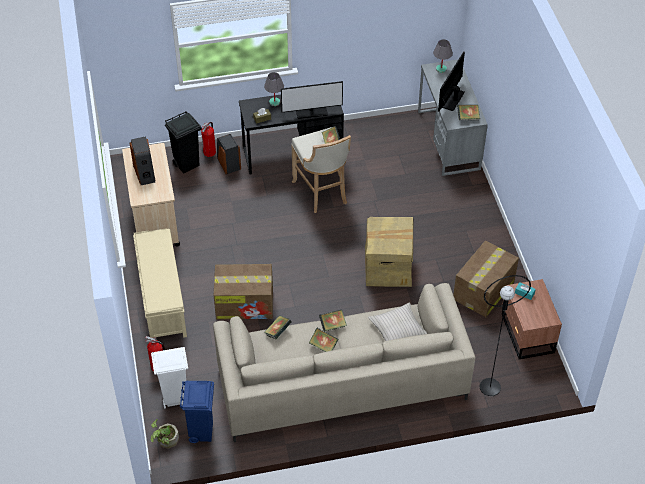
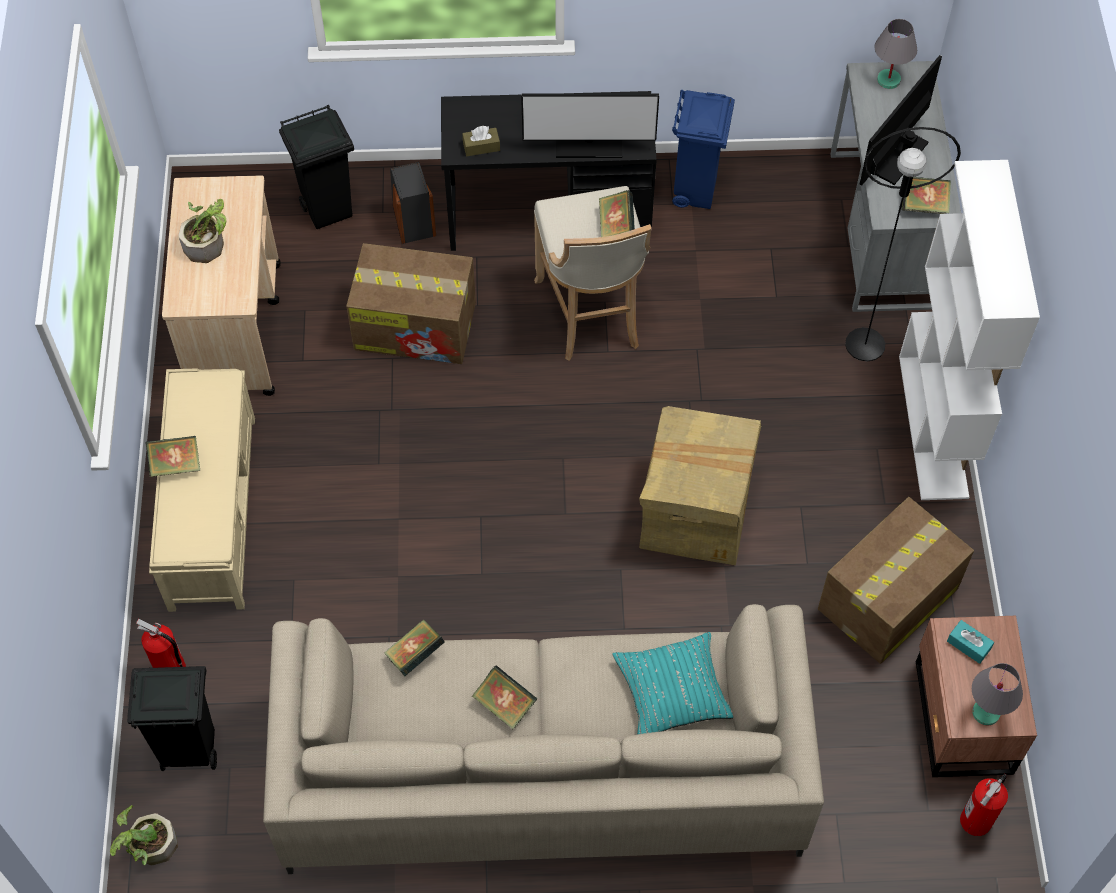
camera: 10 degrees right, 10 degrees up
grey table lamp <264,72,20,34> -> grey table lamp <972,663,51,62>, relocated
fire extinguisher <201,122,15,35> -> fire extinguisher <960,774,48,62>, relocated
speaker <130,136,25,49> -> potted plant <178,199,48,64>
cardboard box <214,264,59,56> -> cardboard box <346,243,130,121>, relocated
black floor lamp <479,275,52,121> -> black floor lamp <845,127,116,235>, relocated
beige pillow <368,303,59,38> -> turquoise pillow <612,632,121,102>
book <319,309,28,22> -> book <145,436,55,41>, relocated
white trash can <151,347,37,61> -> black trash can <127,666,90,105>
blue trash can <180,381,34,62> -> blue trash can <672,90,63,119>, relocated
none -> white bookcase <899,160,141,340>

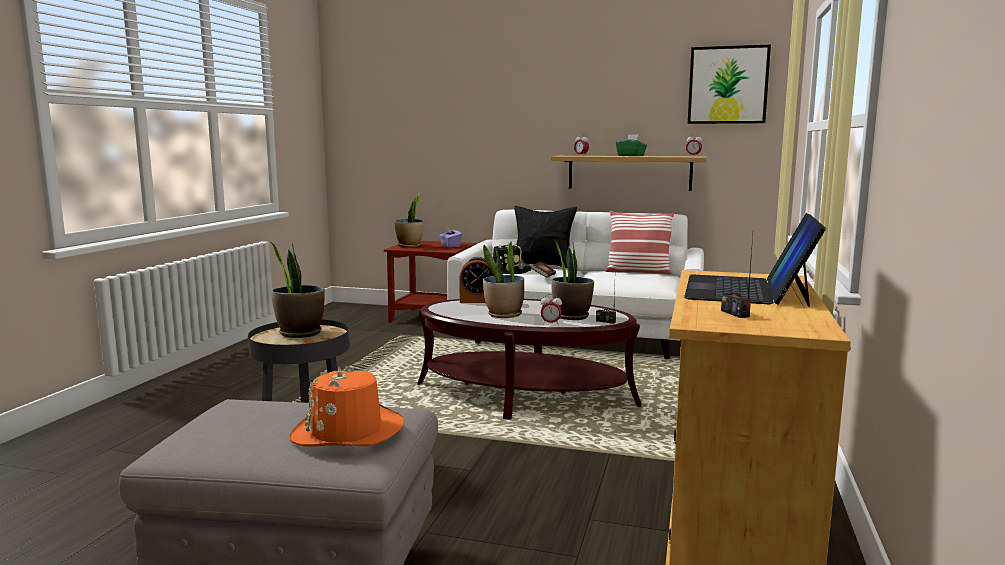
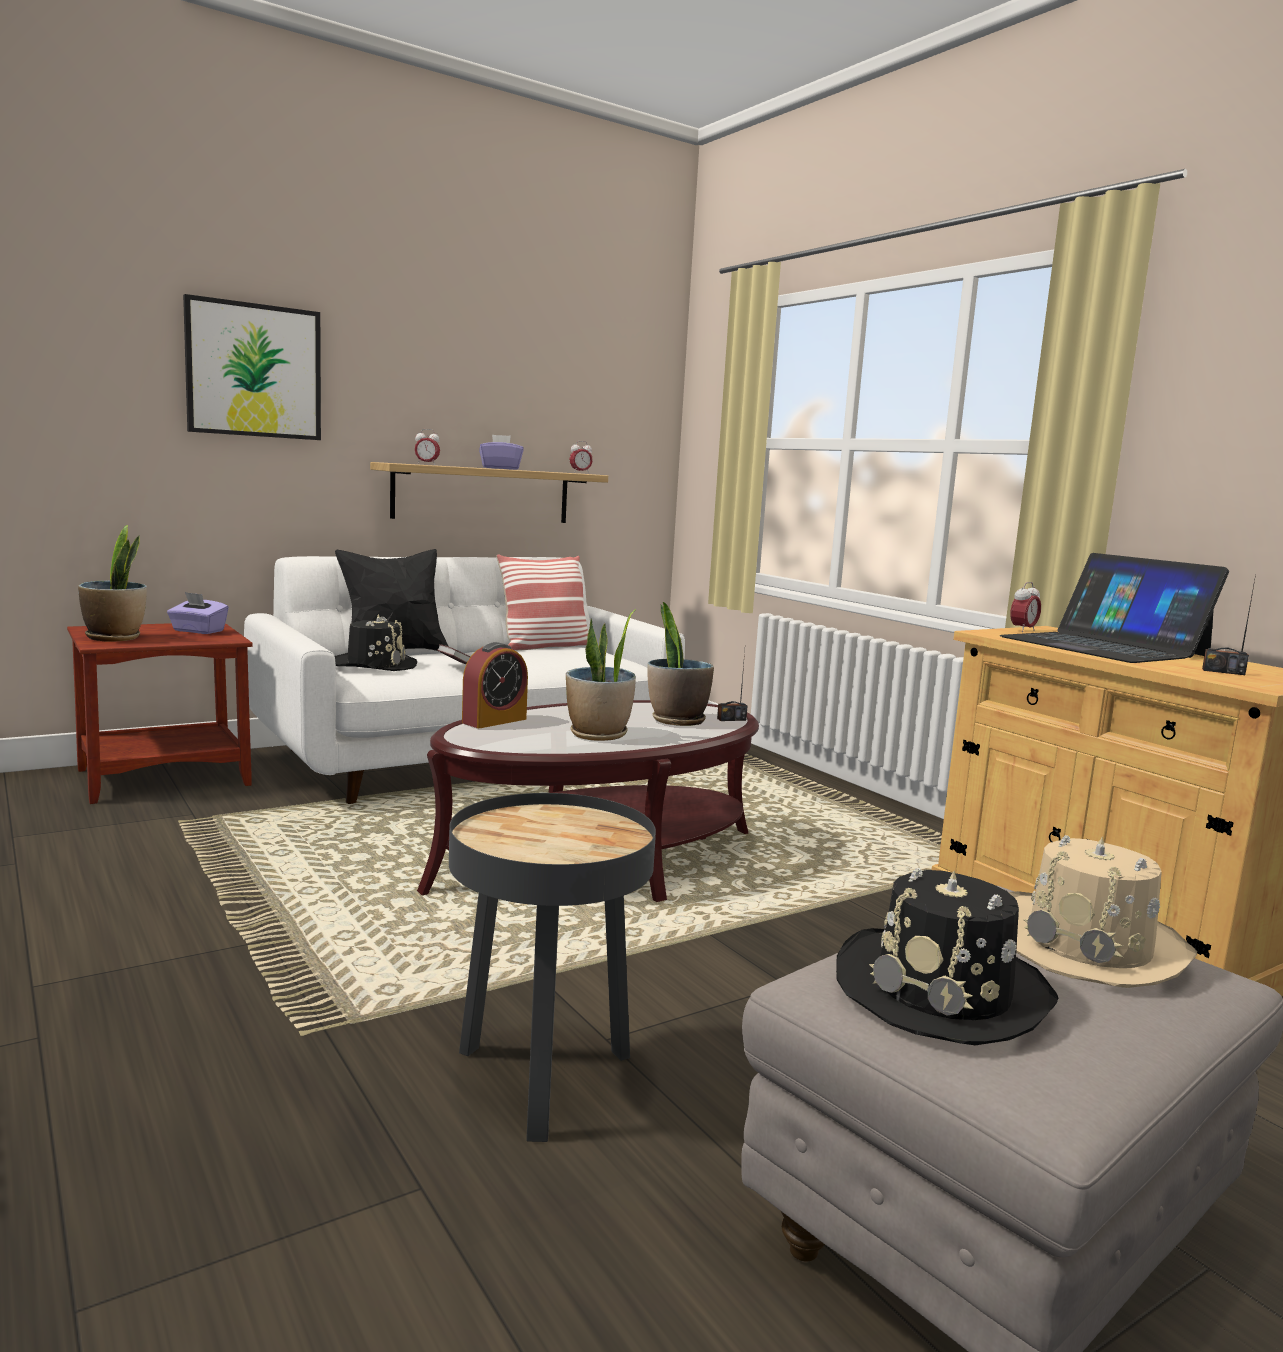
camera: 50 degrees left, 0 degrees up
picture <688,45,83,79> -> picture <183,294,138,146>, relocated
green tissue box <616,134,31,22> -> purple tissue box <479,435,45,35>
potted plant <270,242,55,96> -> none
alarm clock <540,294,22,31> -> alarm clock <1010,582,31,50>, relocated
orange hat <290,366,113,81> -> beige hat <1009,835,188,153>
none -> black hat <836,868,222,177>

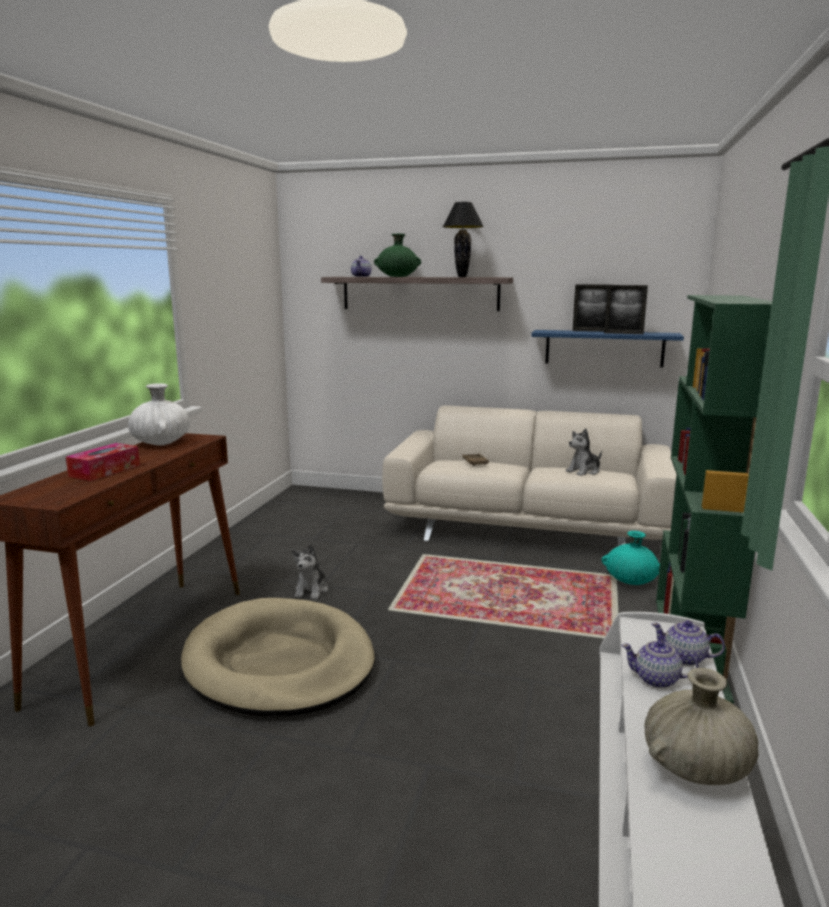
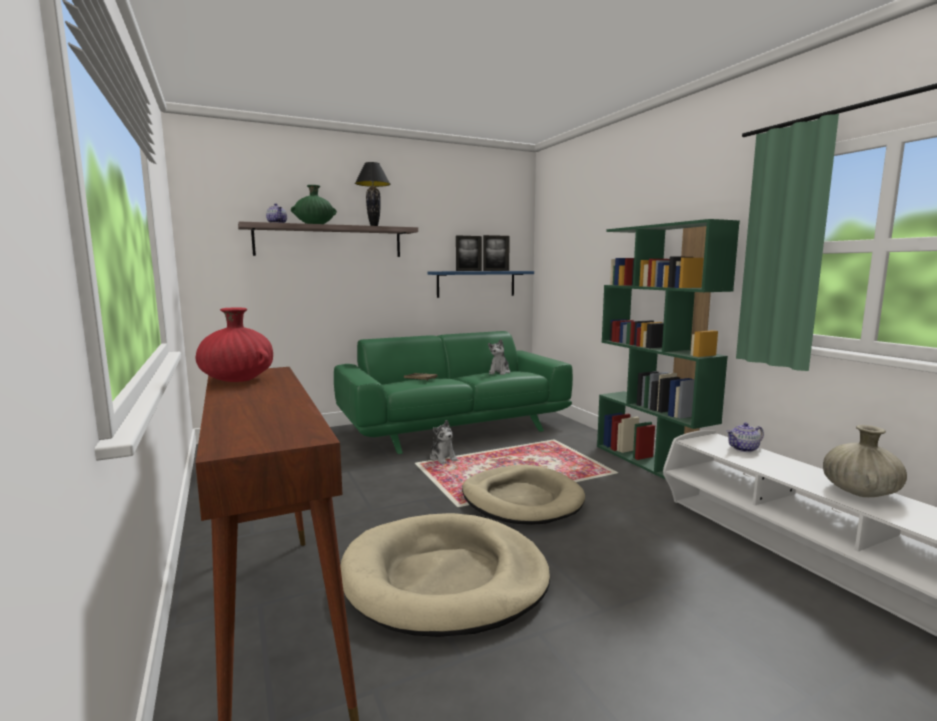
camera: 40 degrees left, 5 degrees down
white vase <128,383,62,62> -> red vase <195,308,78,74>
beige sofa <382,405,295,142> -> green sofa <334,331,239,123>
tissue box <66,443,74,38> -> none
turquoise vase <602,531,58,54> -> none
plush toy <292,544,36,55> -> plush toy <430,420,28,44>, relocated
teapot <621,640,77,48> -> none
none -> beige dog bed <462,465,123,60>

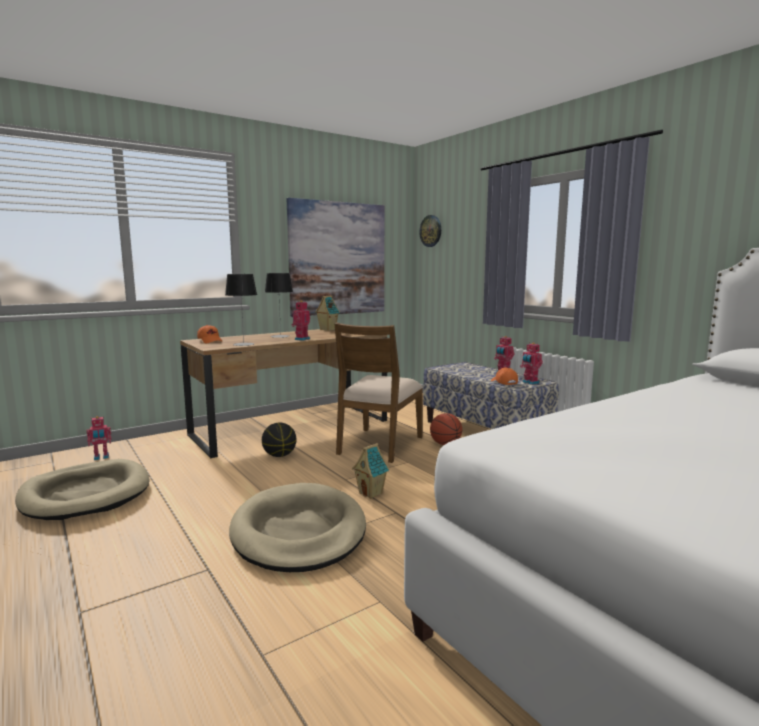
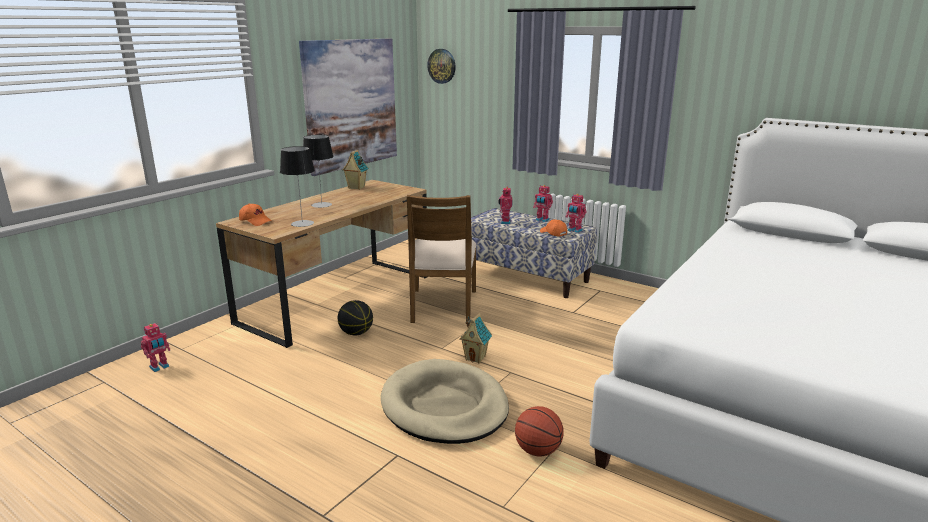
camera: 20 degrees left, 10 degrees up
toy robot <292,300,18,41> -> toy robot <498,187,15,37>, relocated
basketball <430,413,32,32> -> basketball <515,406,49,51>, relocated
beige dog bed <15,459,135,61> -> none

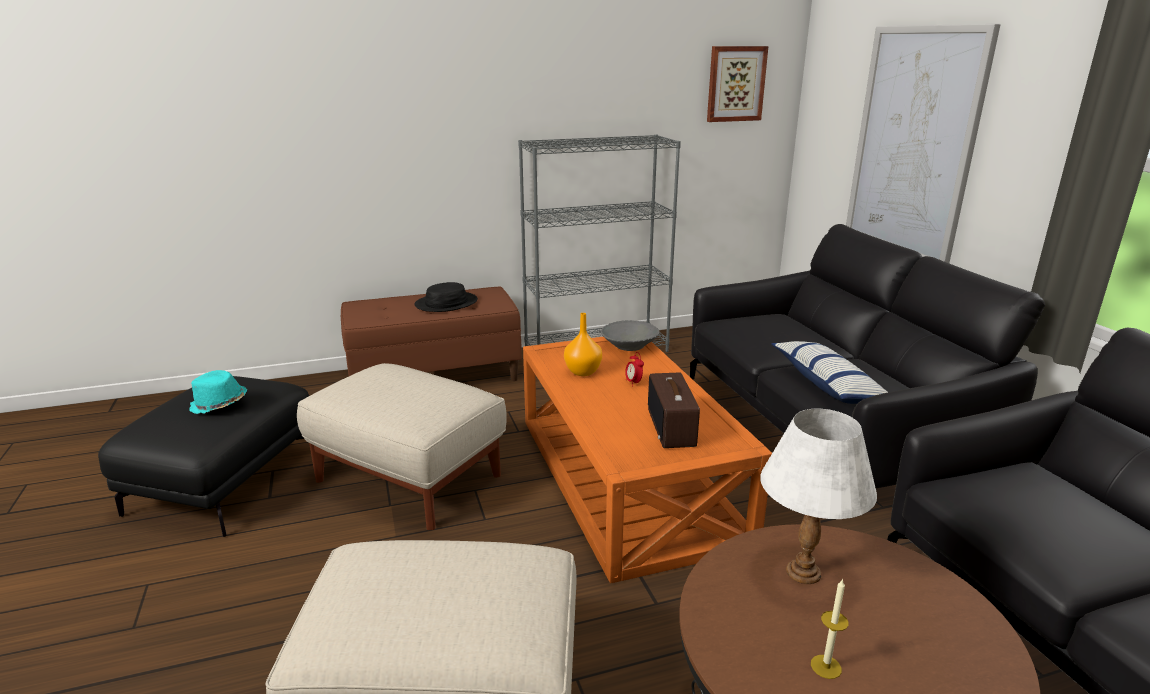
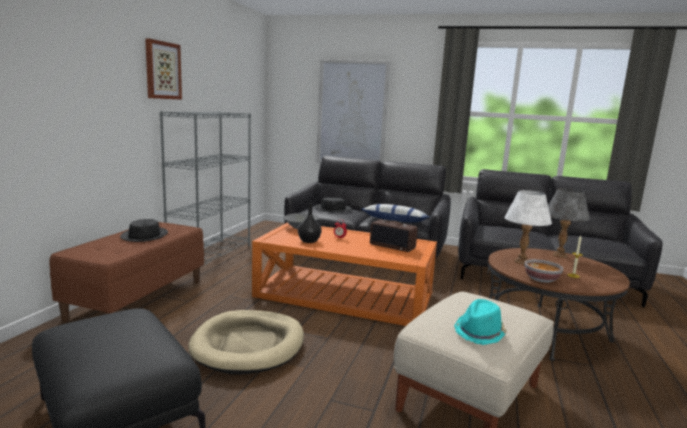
camera: 55 degrees left, 10 degrees down
picture <707,46,61,76> -> picture <145,38,37,62>, relocated
orange vase <564,313,38,63> -> black vase <298,203,24,40>
beige ottoman <297,363,210,167> -> beige dog bed <188,310,116,65>
turquoise hat <189,370,58,44> -> turquoise hat <454,299,53,46>, relocated
none -> grey table lamp <548,188,42,70>
none -> black hat <315,197,37,15>
none -> bowl <524,259,39,24>

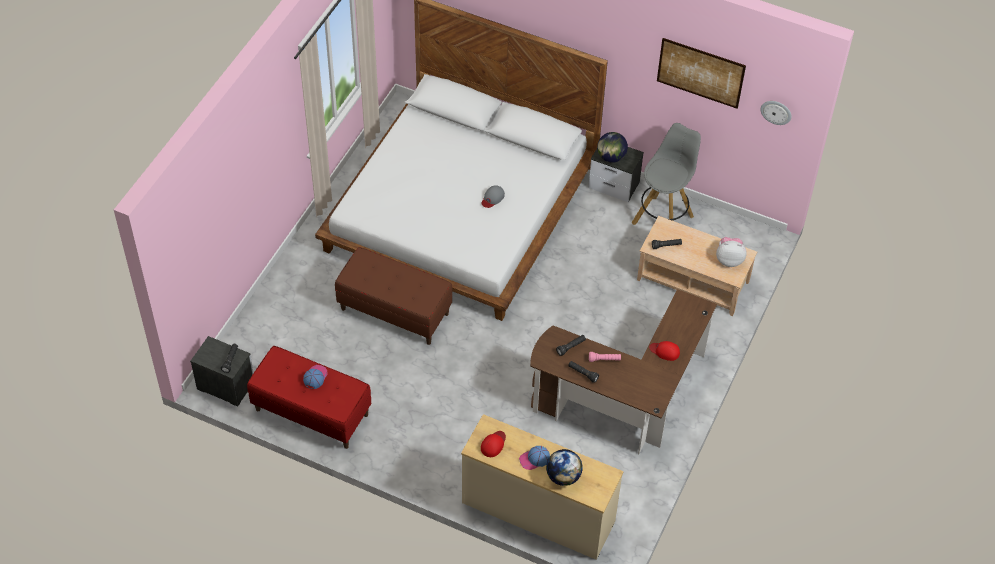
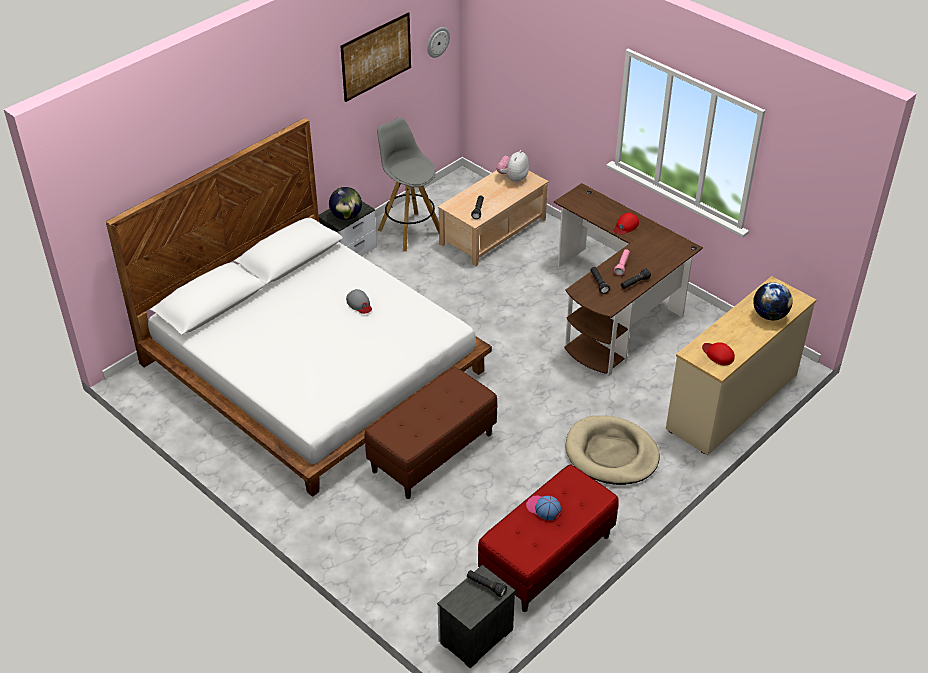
camera: 70 degrees left, 10 degrees down
cap <519,446,31,24> -> none
none -> beige dog bed <566,415,94,70>

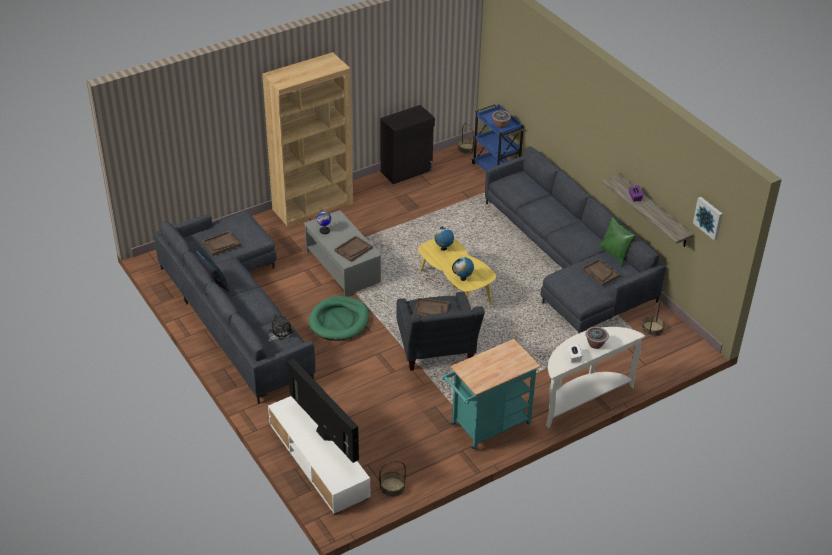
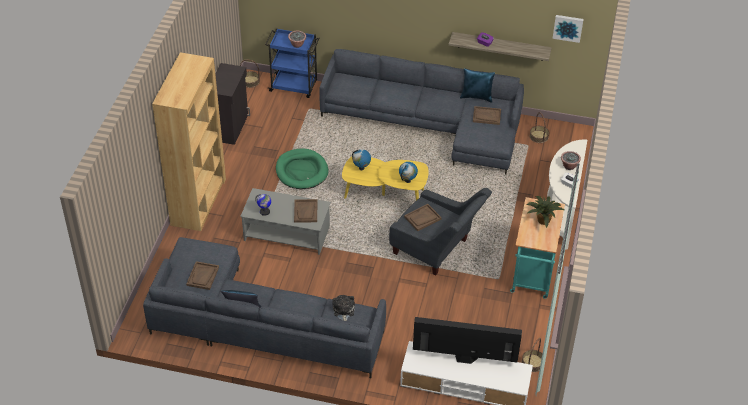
camera: 45 degrees left, 5 degrees up
green pillow <599,217,37,49> -> blue pillow <460,68,35,35>
green dog bed <309,296,60,45> -> green dog bed <276,149,53,40>, relocated
none -> potted plant <526,196,38,32>

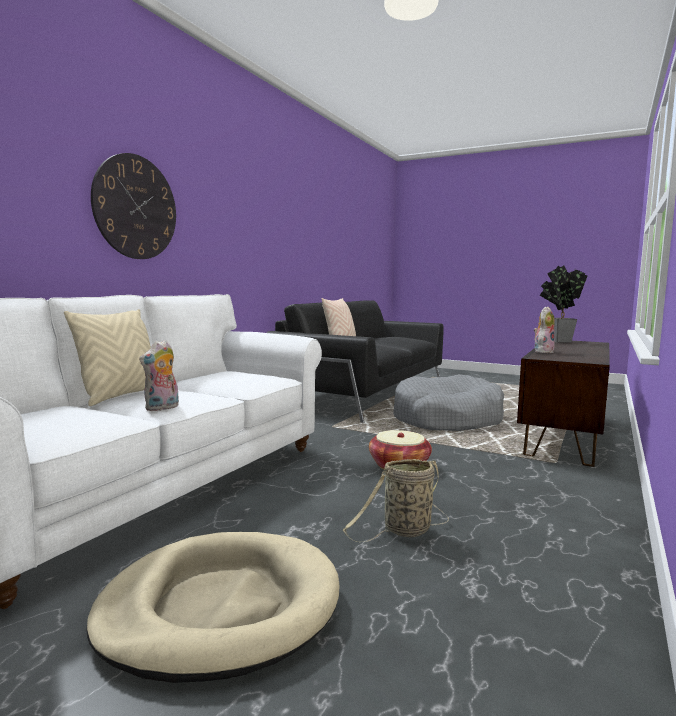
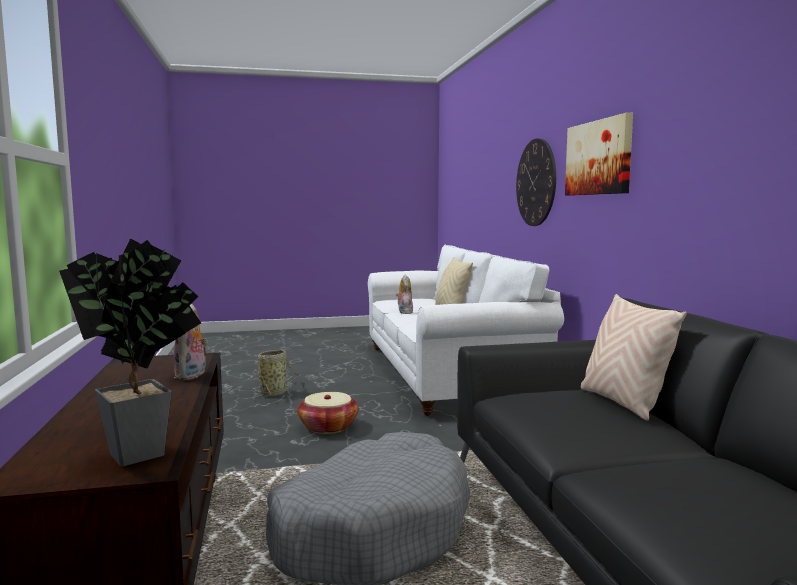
camera: 140 degrees right, 0 degrees up
beige dog bed <86,532,254,151> -> none
none -> picture <565,112,68,84>

